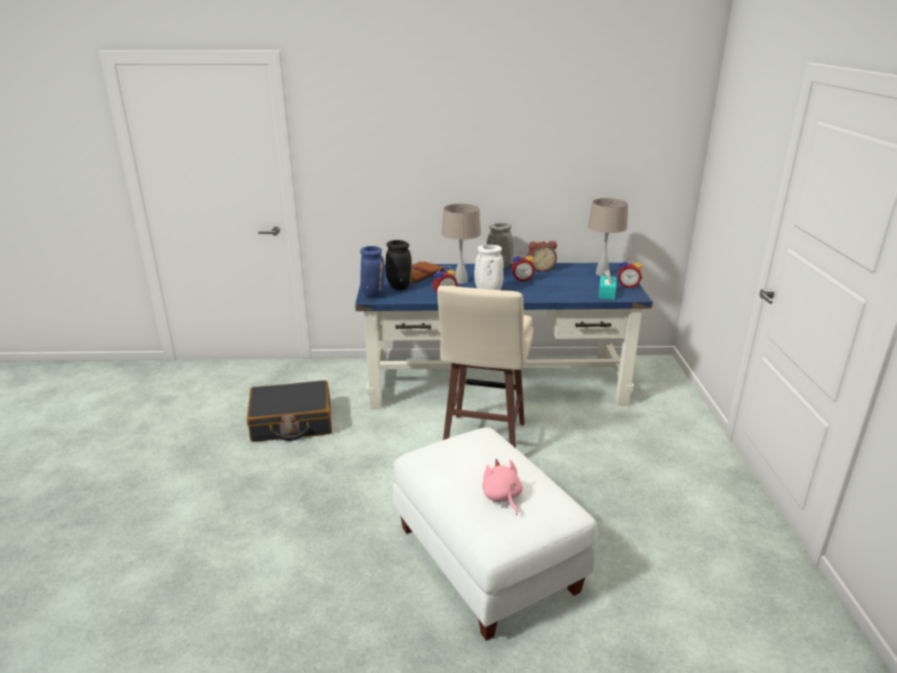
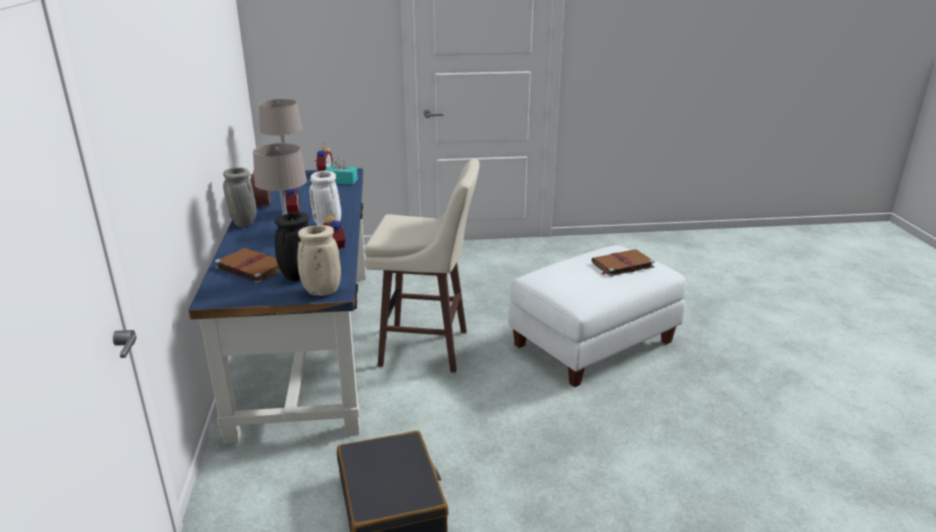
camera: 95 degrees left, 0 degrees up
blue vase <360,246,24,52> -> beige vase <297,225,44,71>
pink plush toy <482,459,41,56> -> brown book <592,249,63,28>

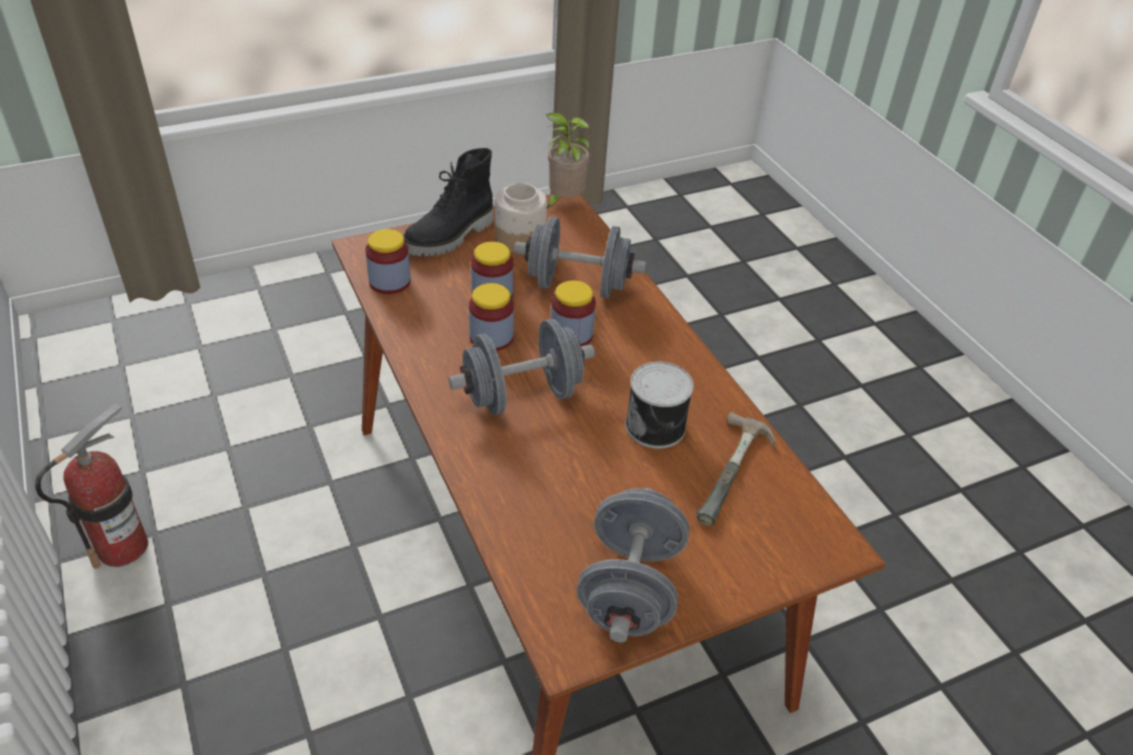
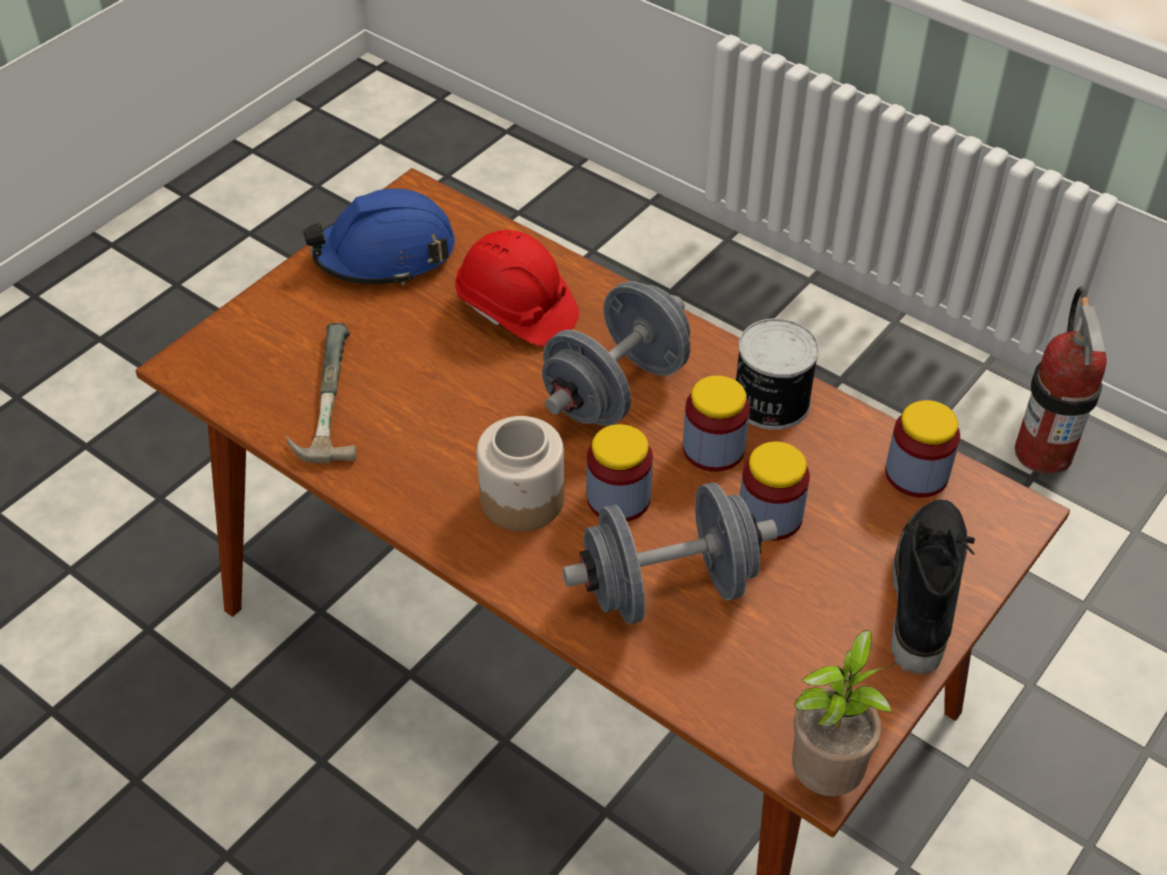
camera: 155 degrees right, 5 degrees up
jar <495,183,52,70> -> jar <477,416,87,115>, relocated
can <625,362,69,87> -> can <736,318,83,112>, relocated
grey dumbbell <576,488,113,155> -> blue hard hat <303,189,152,96>
none -> red hard hat <455,230,124,116>

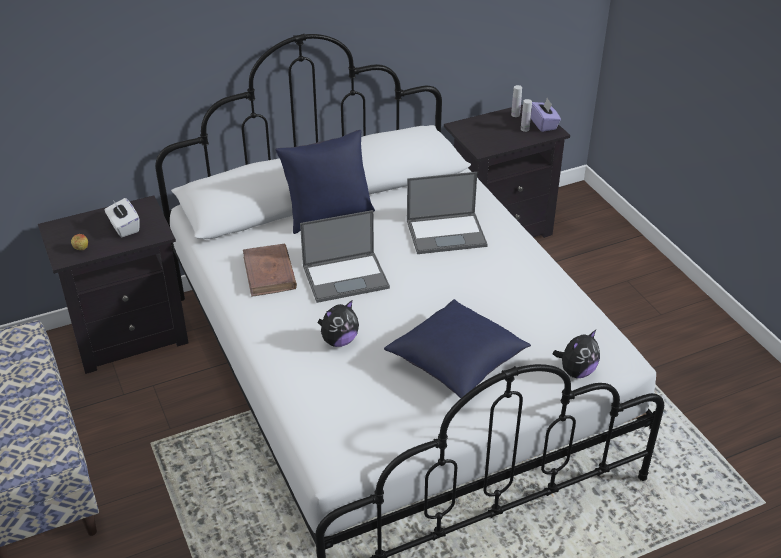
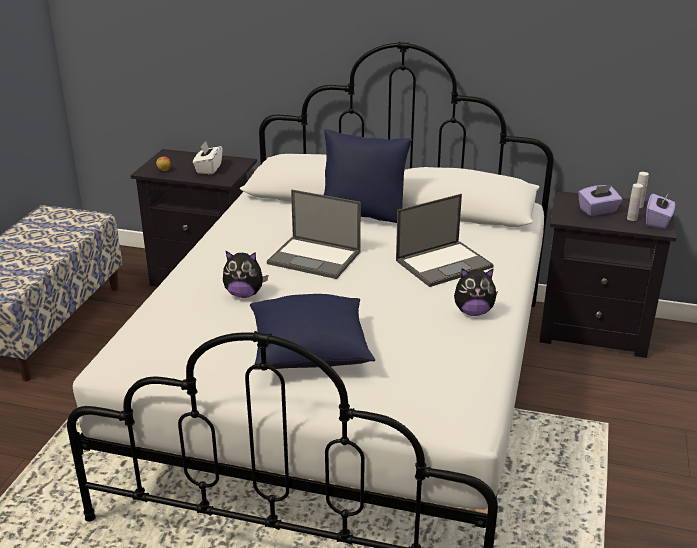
camera: 40 degrees right, 10 degrees down
laptop <407,172,81,82> -> laptop <396,194,98,93>, 60 degrees counterclockwise
brown book <243,244,54,53> -> none
plush toy <553,330,47,48> -> plush toy <454,268,44,48>, relocated
none -> purple tissue box <578,185,44,31>

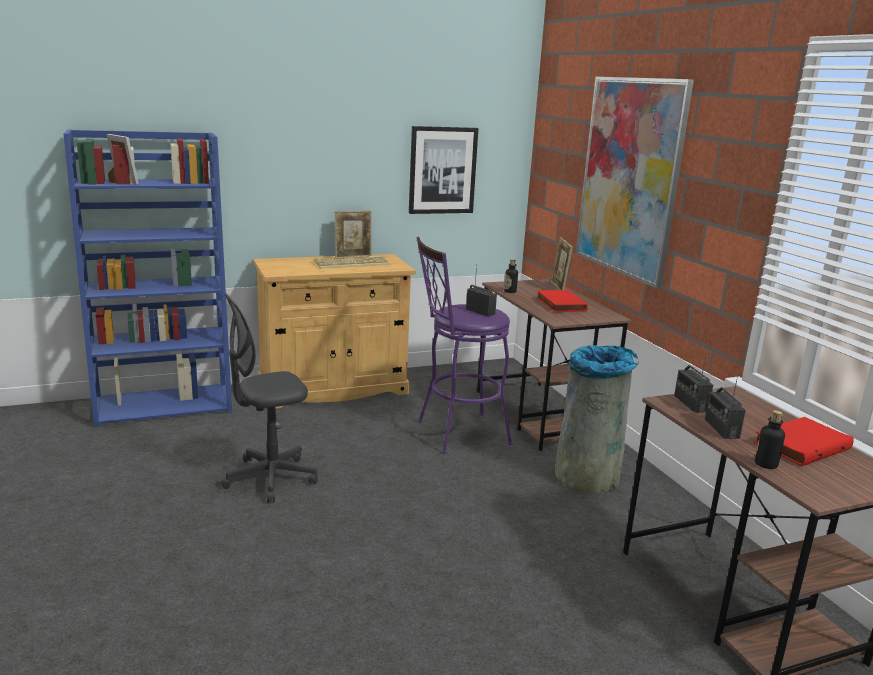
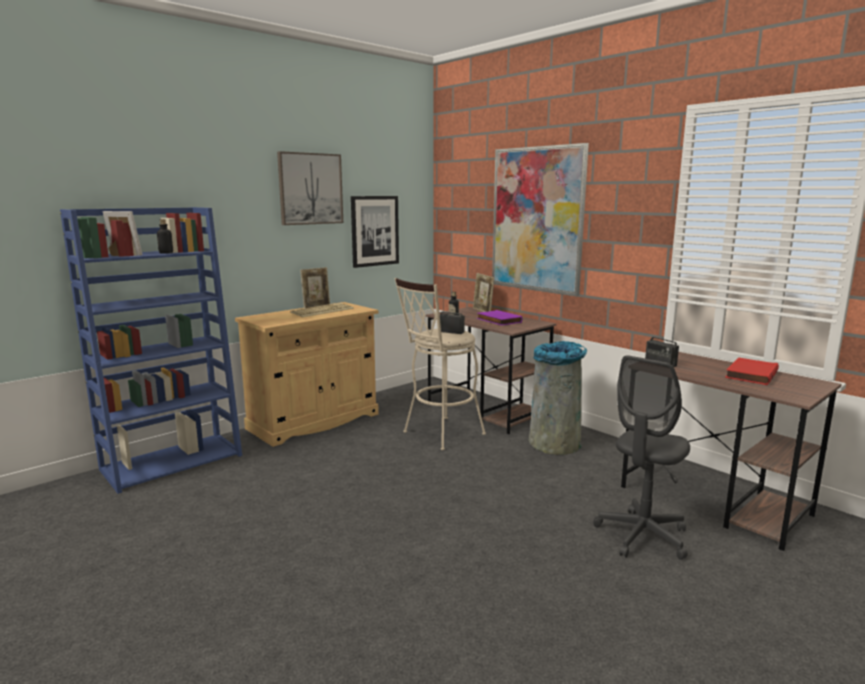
camera: 20 degrees left, 5 degrees down
purple stool <417,237,96,217> -> beige stool <395,278,91,172>
red book <536,290,52,22> -> purple book <477,310,45,15>
grey office chair <221,293,97,209> -> grey office chair <593,355,97,205>, relocated
radio <705,375,41,64> -> none
bottle <755,410,30,59> -> bottle <157,219,16,35>, relocated
none -> picture <277,151,66,74>

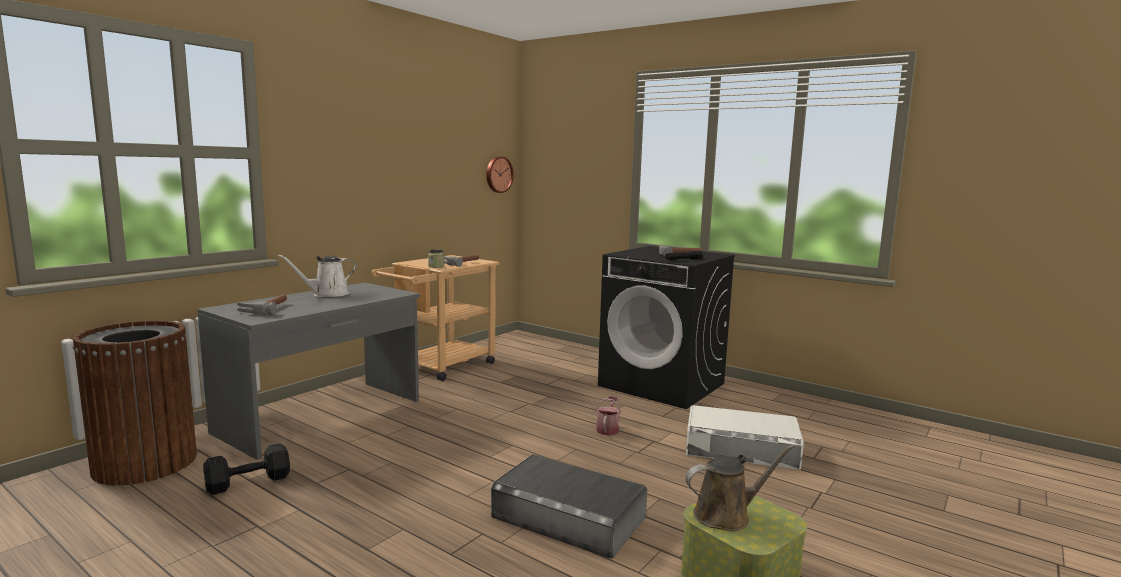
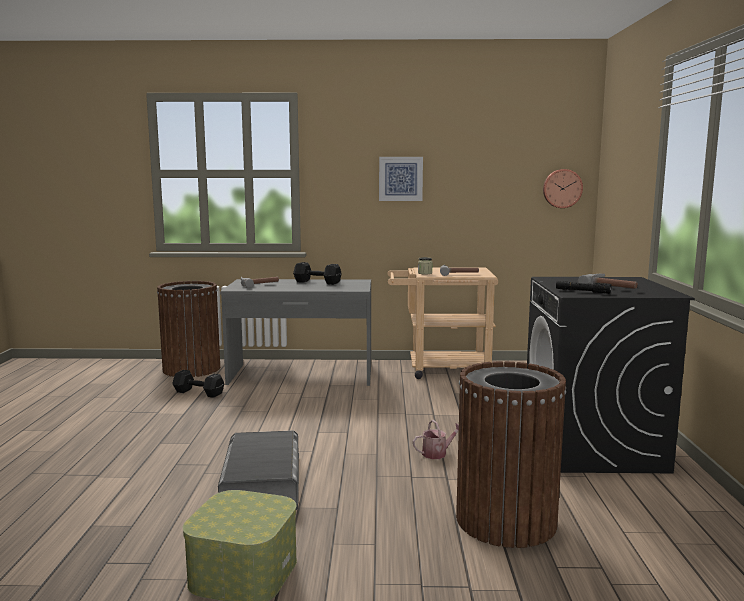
camera: 55 degrees right, 0 degrees up
white watering can <278,254,78,43> -> black dumbbell <293,262,49,23>
white storage box <686,405,117,65> -> brown trash can <456,361,110,187>
brown watering can <686,444,109,87> -> none
none -> picture <379,157,44,44>

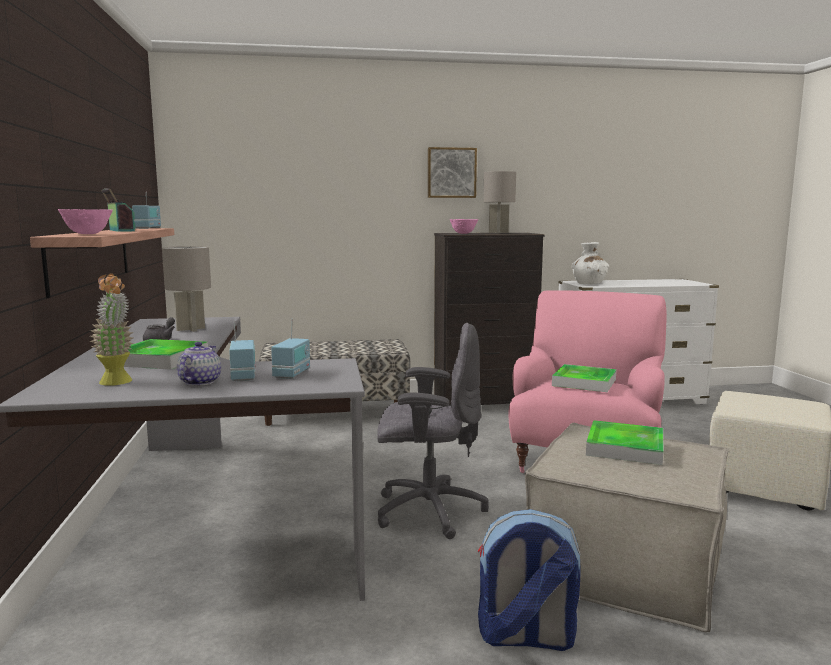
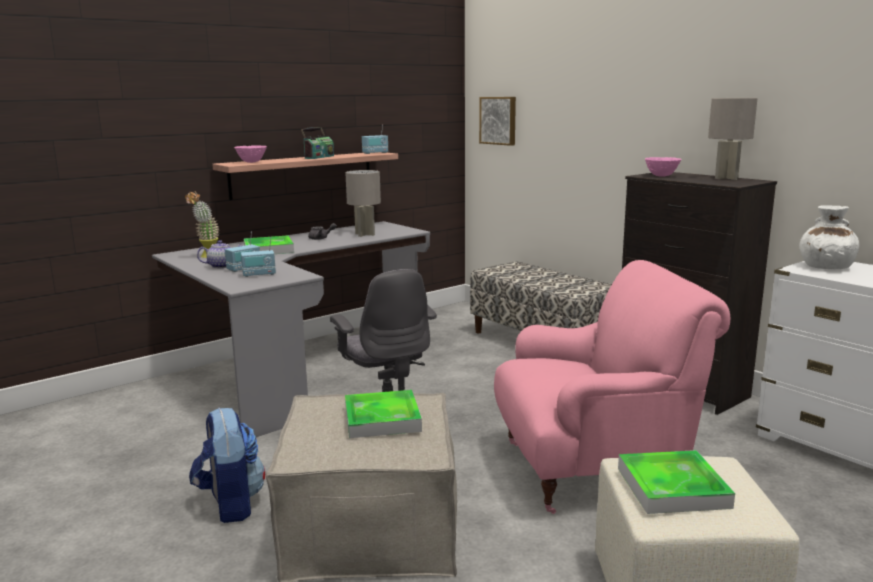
camera: 60 degrees right, 5 degrees up
picture <428,147,49,51> -> picture <479,97,37,49>, relocated
tray <552,364,65,28> -> tray <618,450,117,64>, relocated

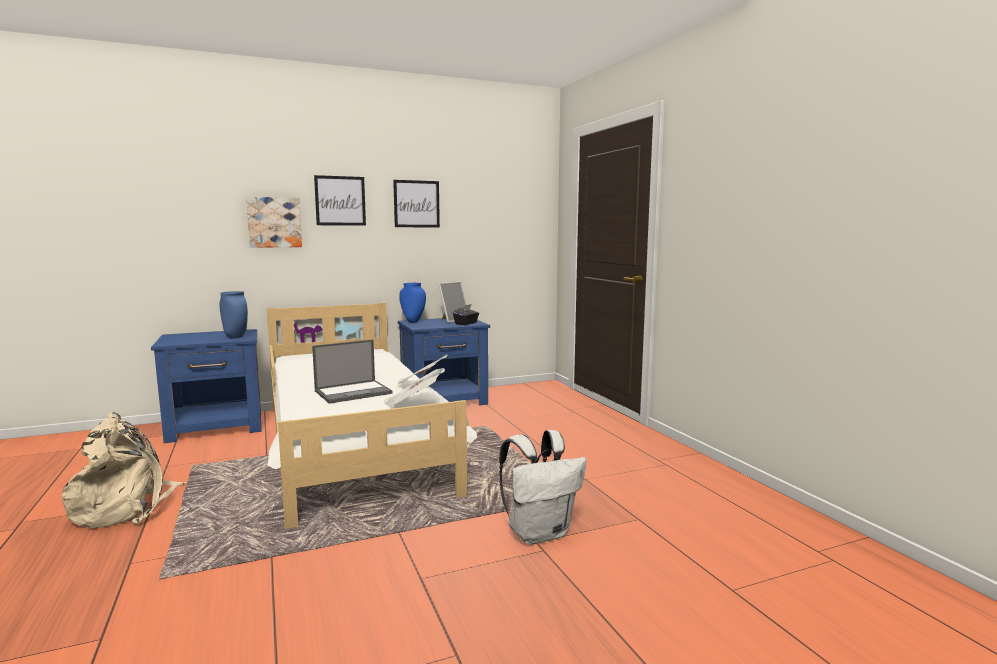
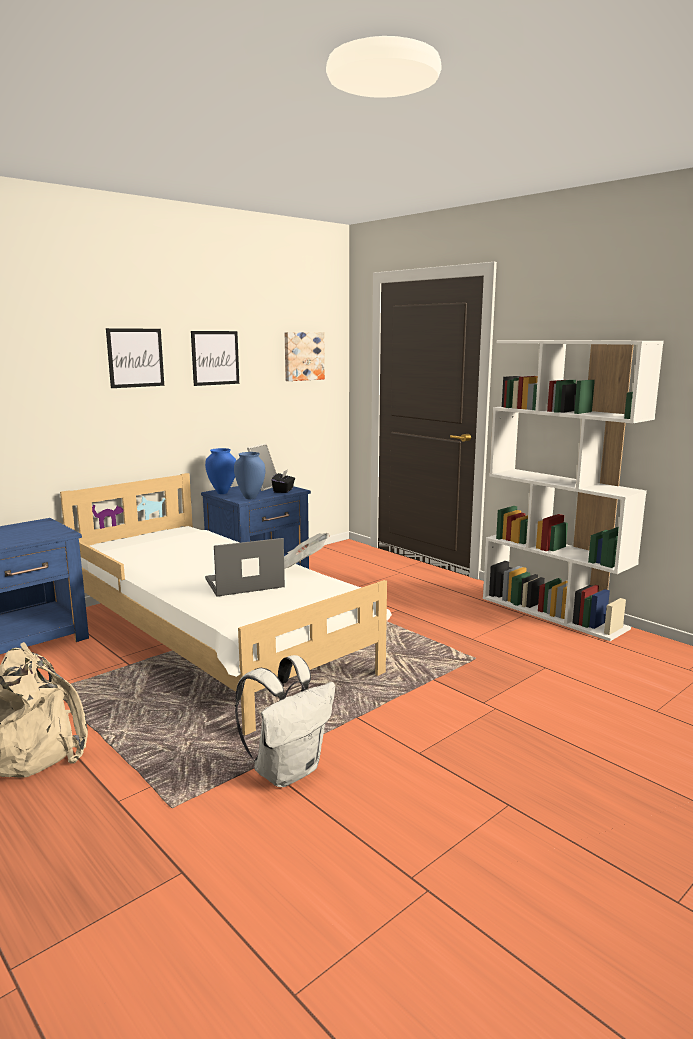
camera: 20 degrees left, 5 degrees up
picture <246,197,56,51> -> picture <285,332,40,49>, relocated
blue vase <220,291,28,47> -> blue vase <234,452,31,47>, relocated
laptop <312,340,80,64> -> laptop <205,538,80,59>, 150 degrees counterclockwise
newspaper <384,368,61,39> -> none
white backpack <499,430,87,115> -> white backpack <235,655,100,132>, relocated
none -> white bookcase <483,340,181,301>

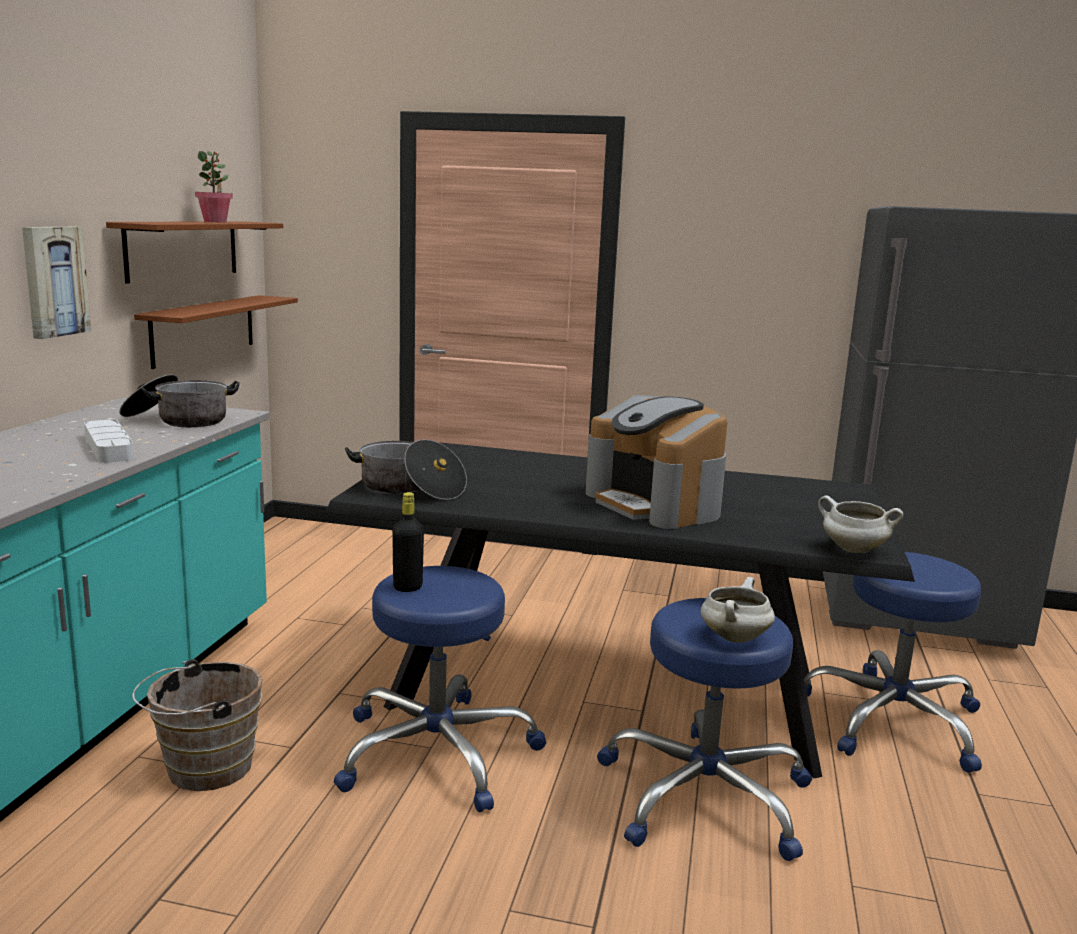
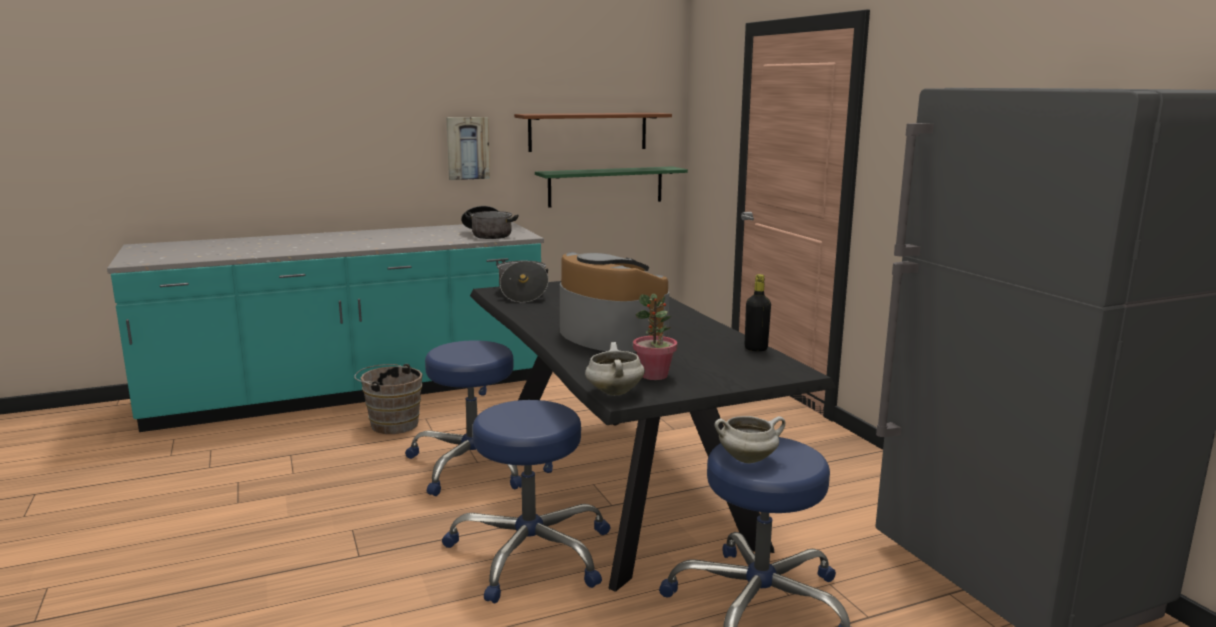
camera: 55 degrees right, 0 degrees up
potted plant <195,151,38,72> -> potted plant <633,294,44,86>, relocated
brown shelf <134,295,164,74> -> green shelf <535,166,153,42>
coffee machine <586,395,141,134> -> coffee machine <560,252,109,100>, 120 degrees clockwise
grey tray <84,420,50,43> -> none
black bottle <392,492,32,100> -> black bottle <745,274,26,77>, relocated
white cooking pot <701,577,74,66> -> white cooking pot <715,416,70,47>, relocated

